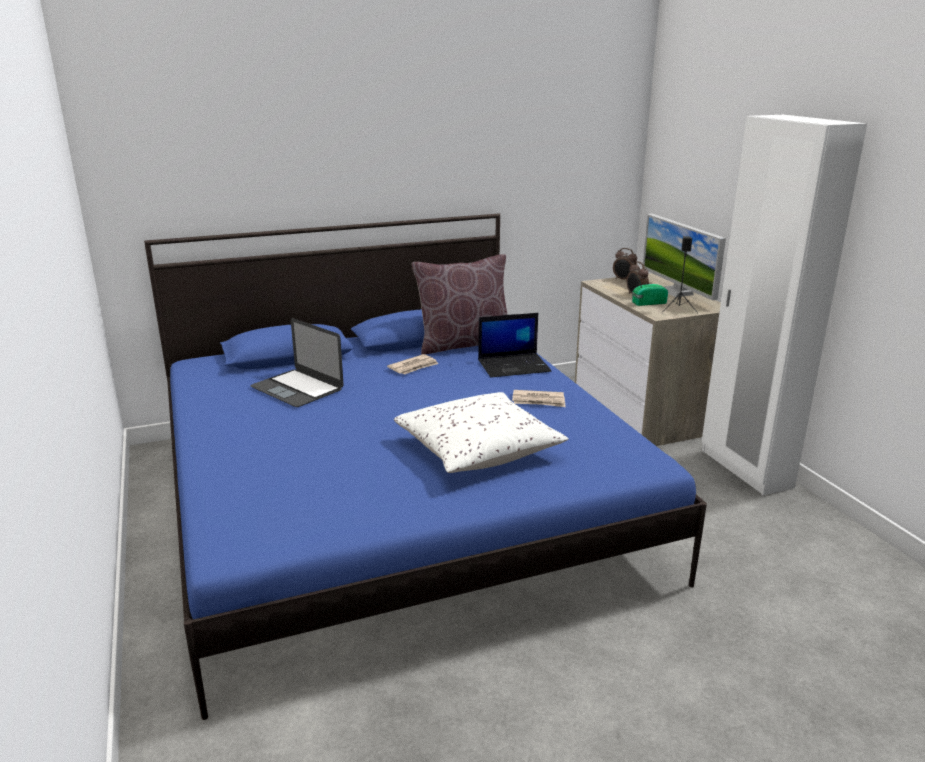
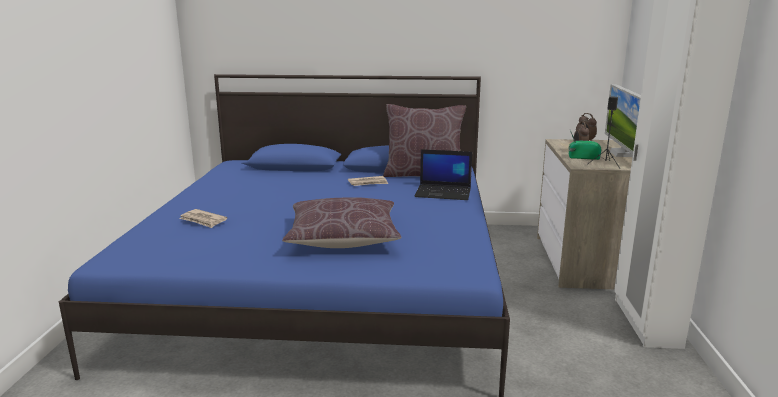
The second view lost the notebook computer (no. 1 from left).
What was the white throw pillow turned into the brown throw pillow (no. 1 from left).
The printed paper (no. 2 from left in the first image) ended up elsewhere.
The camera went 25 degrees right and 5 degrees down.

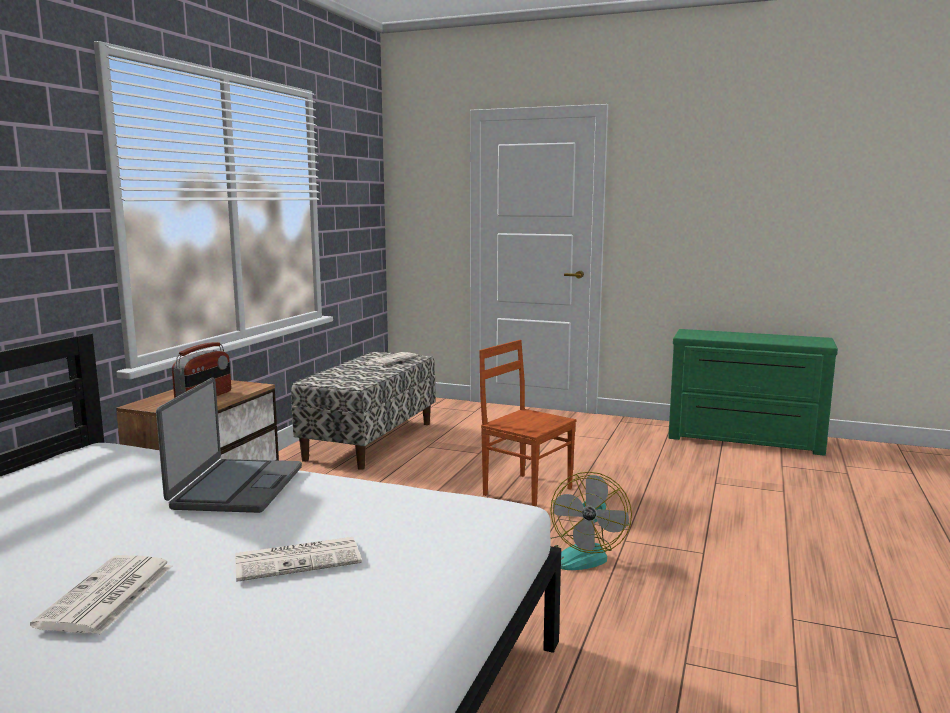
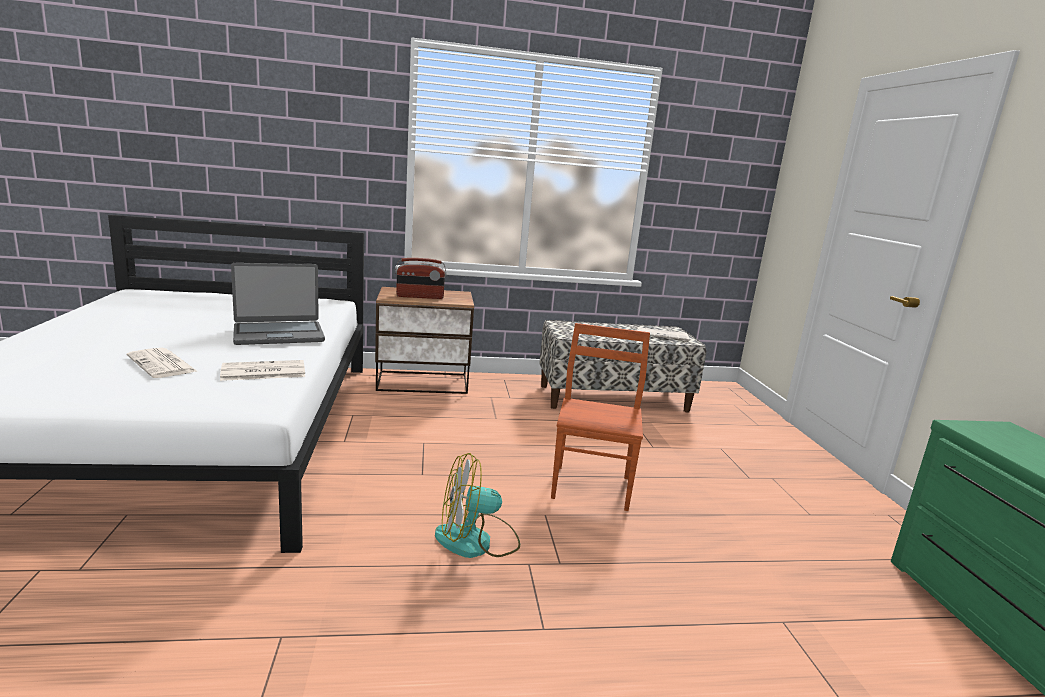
The printed paper (no. 1 from left in the first image) ended up elsewhere.
The camera went 60 degrees right and 5 degrees up.

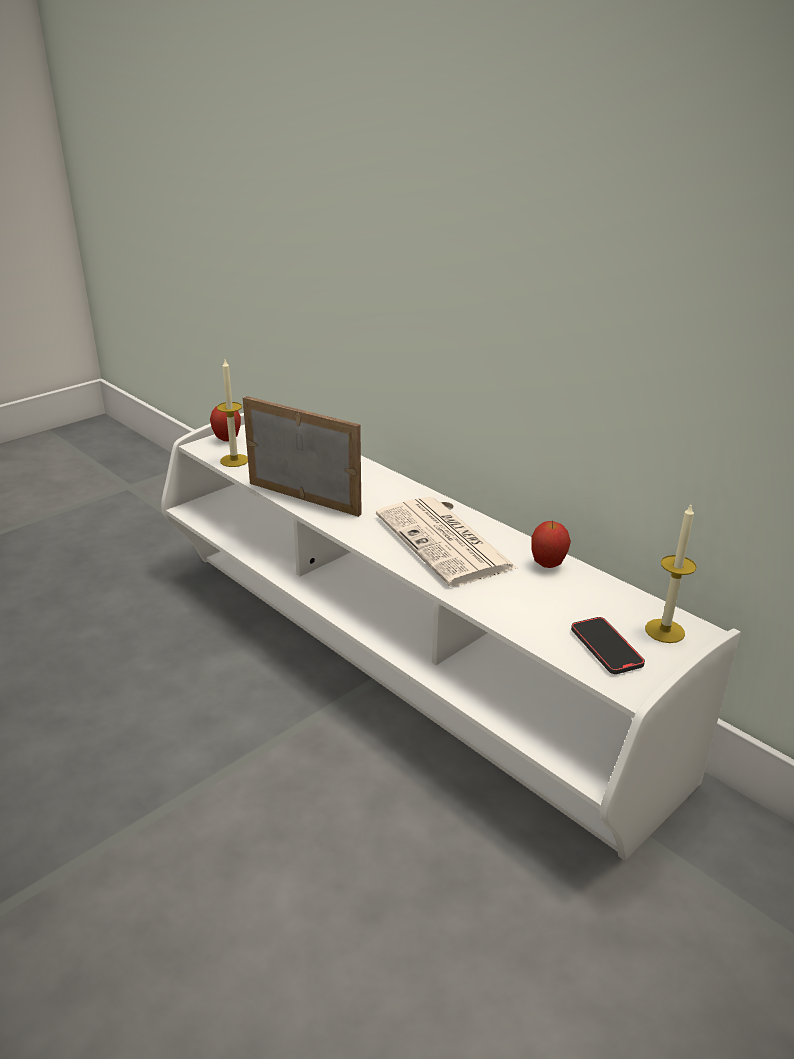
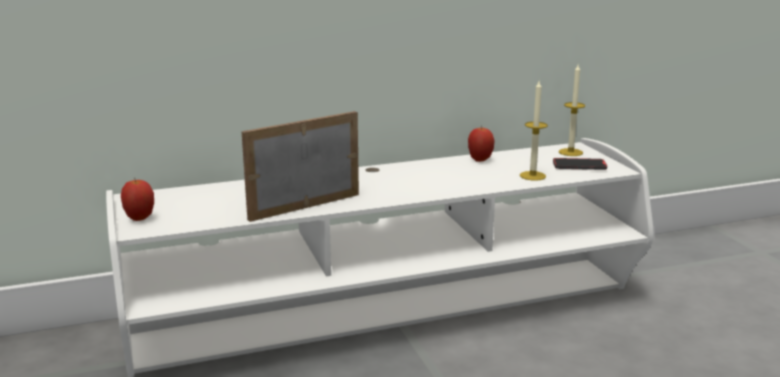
The wax light (no. 1 from left) ended up elsewhere.
The second view lost the printed paper.
The camera went 65 degrees left and 10 degrees down.

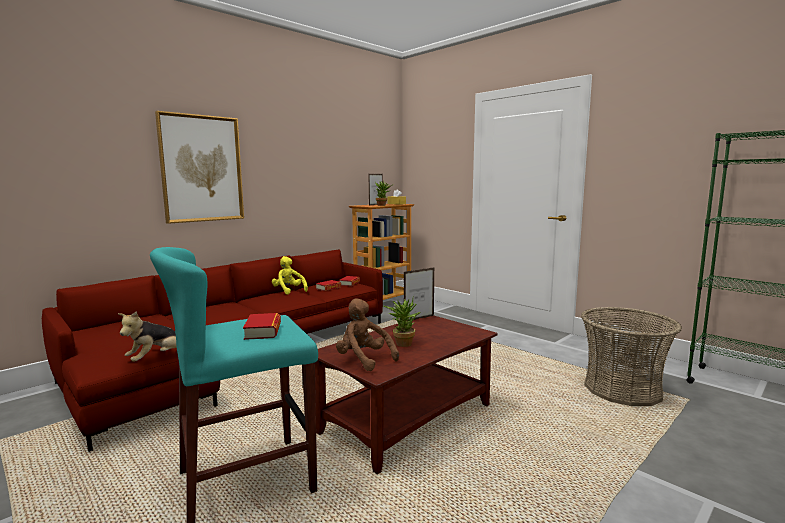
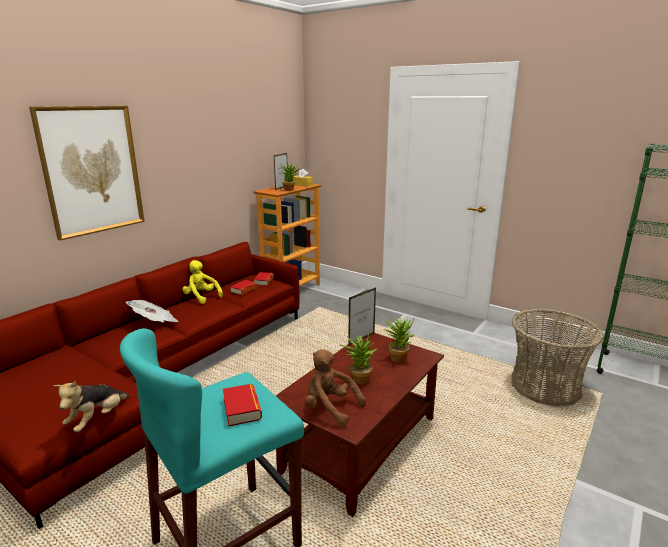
The second view gained the printed paper.
The second view gained the houseplant (no. 3 from left).
The camera went 10 degrees left and 10 degrees up.

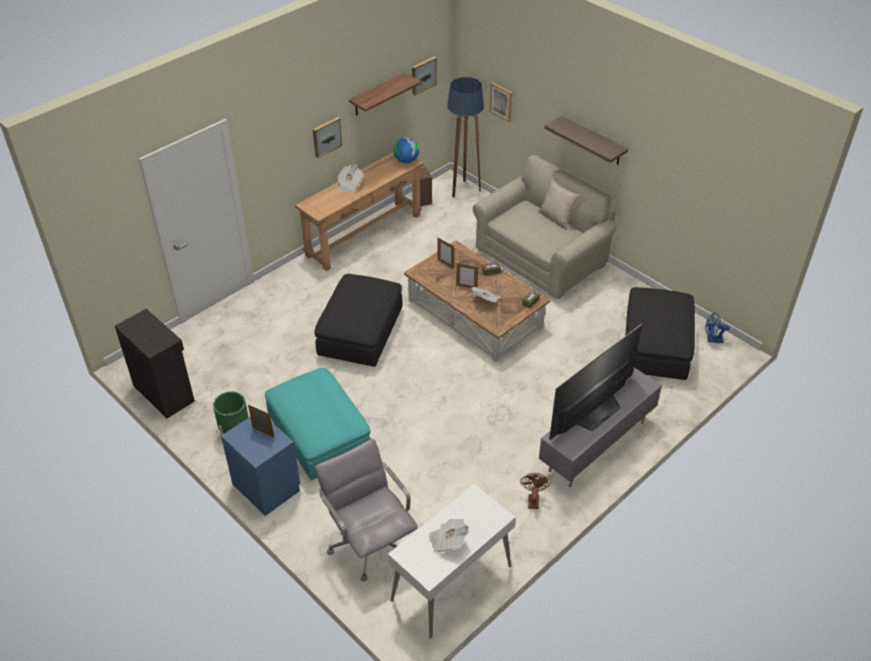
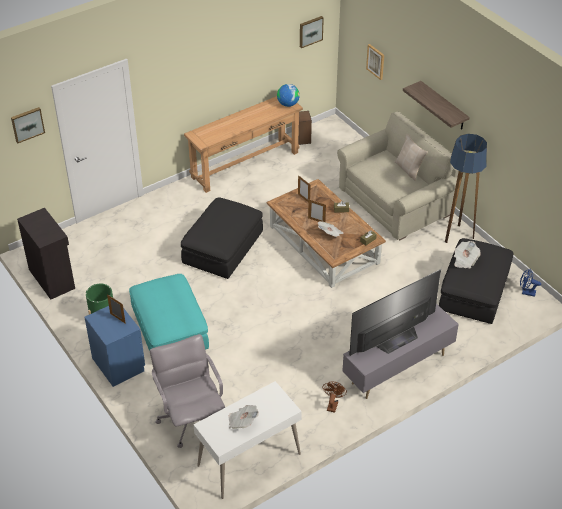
The wall art (no. 1 from left) ended up elsewhere.
The printed paper (no. 1 from left in the first image) ended up elsewhere.
The second view lost the shelf (no. 1 from left).
The standard lamp ended up elsewhere.
The camera went 10 degrees right and 0 degrees up.

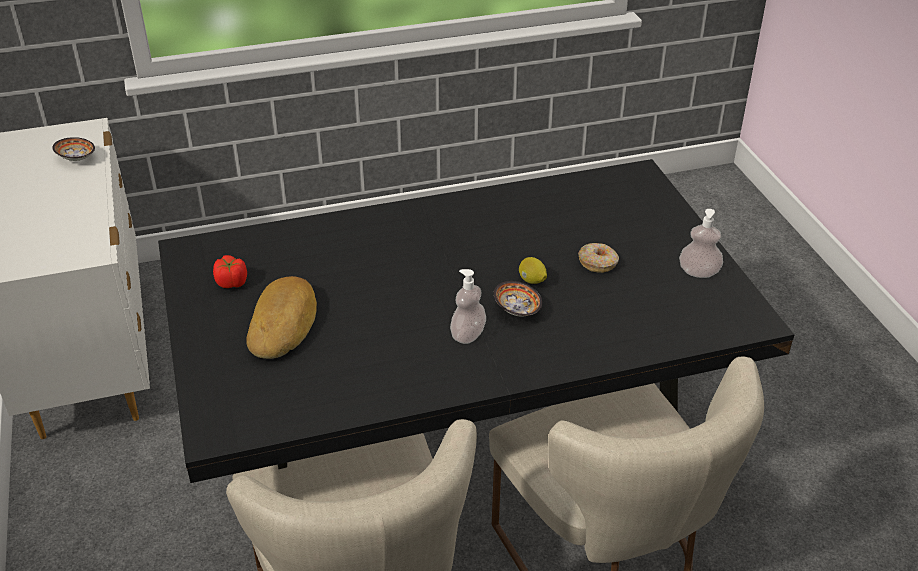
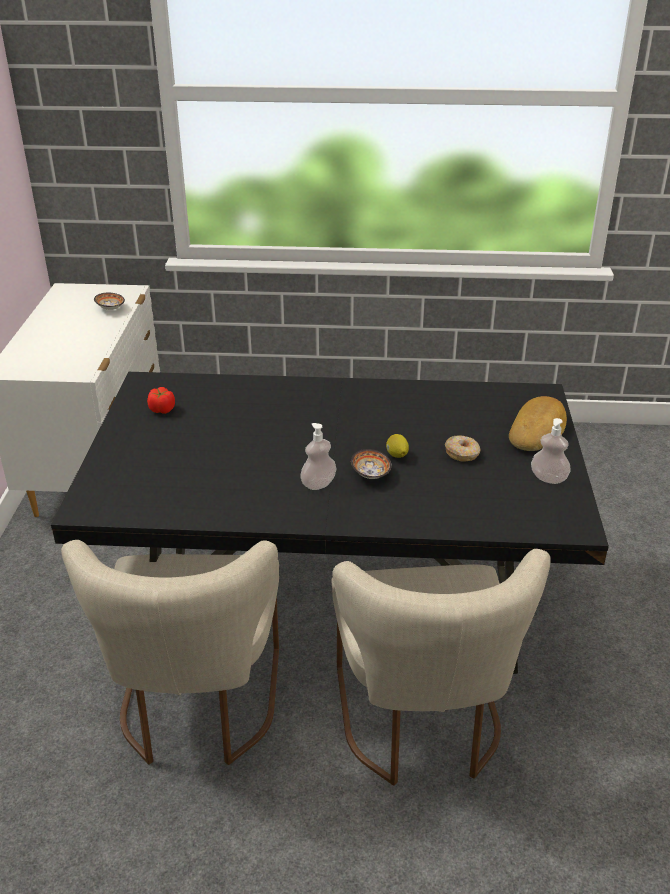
The bakery bread ended up elsewhere.
The camera went 20 degrees right and 5 degrees down.

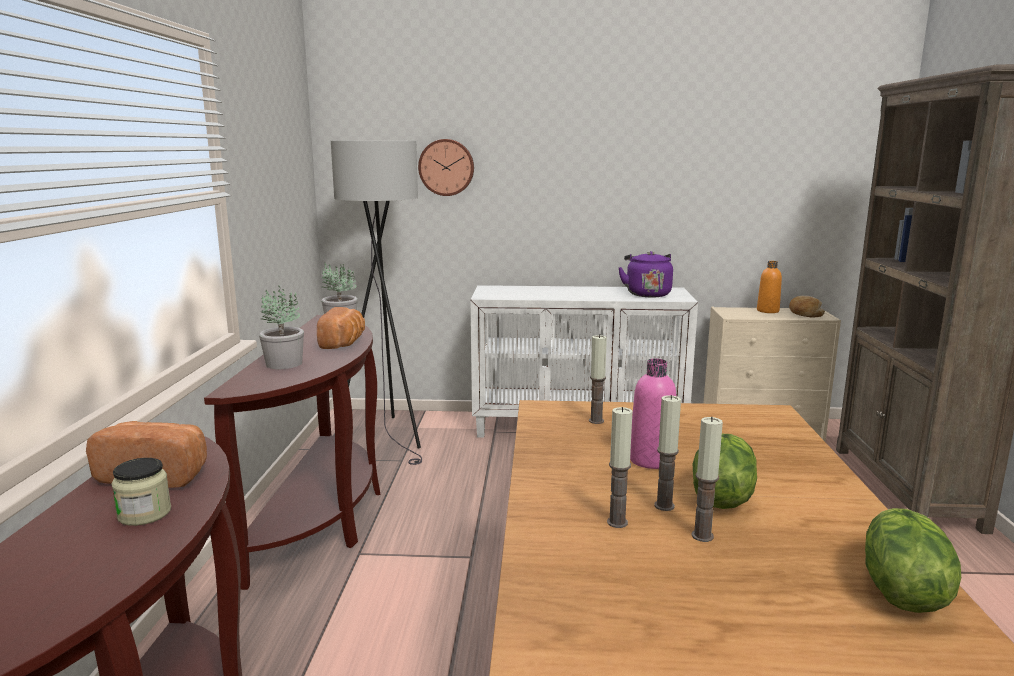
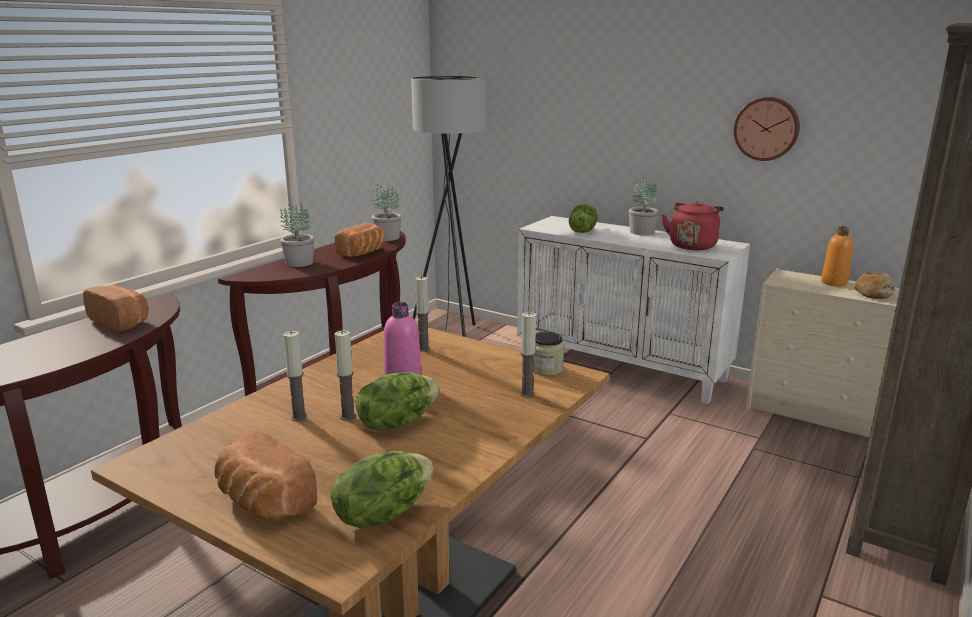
The jar ended up elsewhere.
The wall clock ended up elsewhere.
What was the purplish water kettle turned into the reddish water kettle.
The wax light (no. 4 from left) ended up elsewhere.
The second view gained the bakery bread (no. 2 from left).
The second view gained the lettuce (no. 3 from left).
The second view gained the houseplant (no. 3 from left).
The camera went 30 degrees right and 5 degrees up.

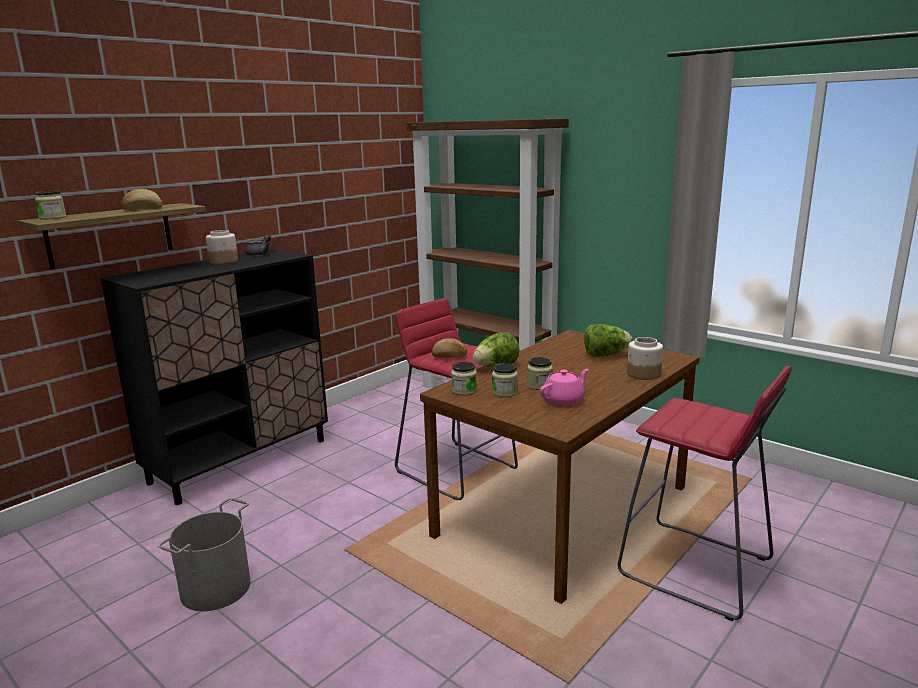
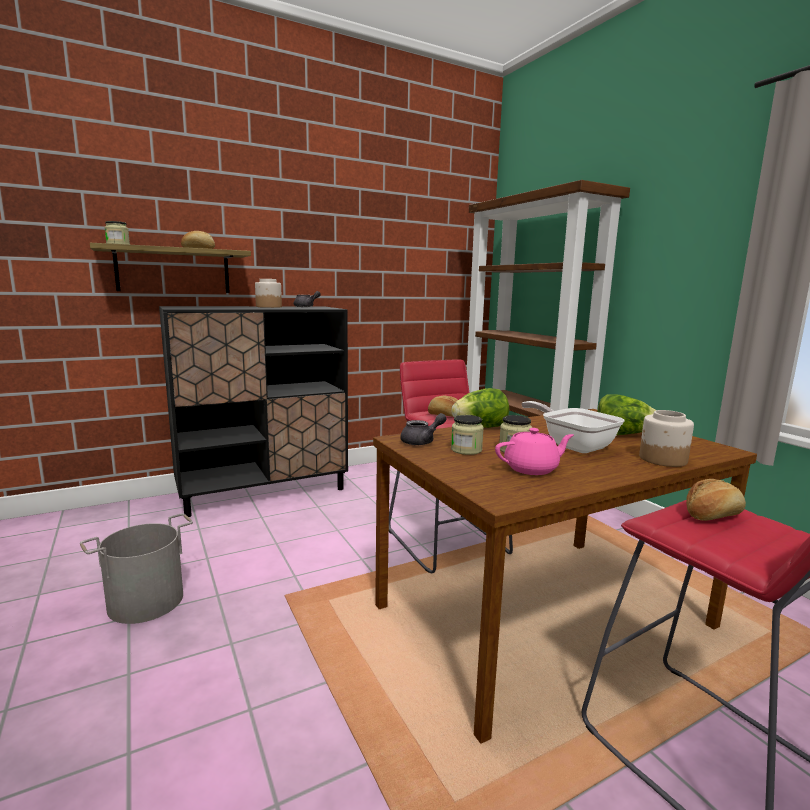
Where the jar (no. 3 from left) stood, the greyish pot for tea (no. 2 from left) came to stand.
The second view gained the frying pan.
The second view gained the bakery bread (no. 3 from left).
The camera went 20 degrees right and 5 degrees down.

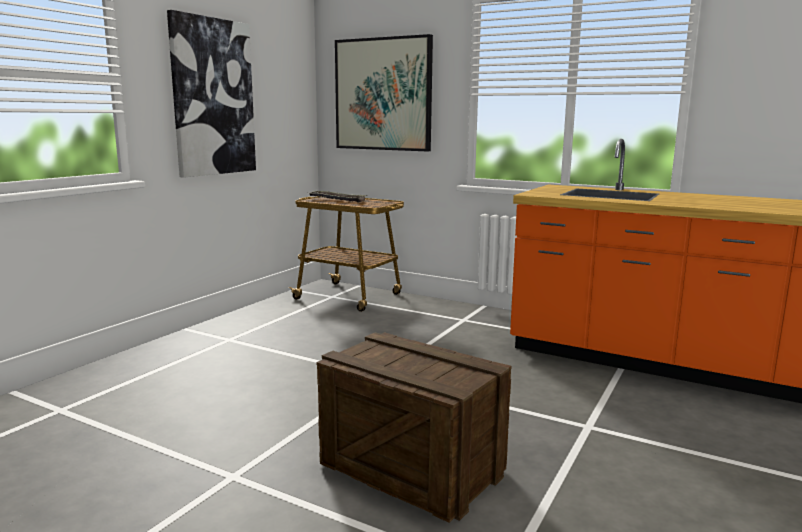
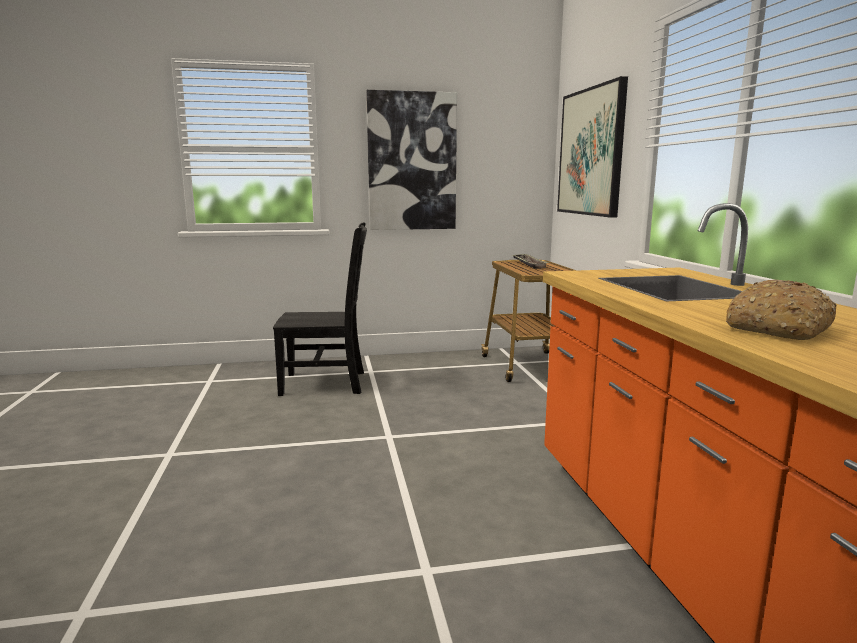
The second view lost the packing crate.
The second view gained the black-coloured chair.
The second view gained the bakery bread.
The camera went 50 degrees right and 0 degrees up.

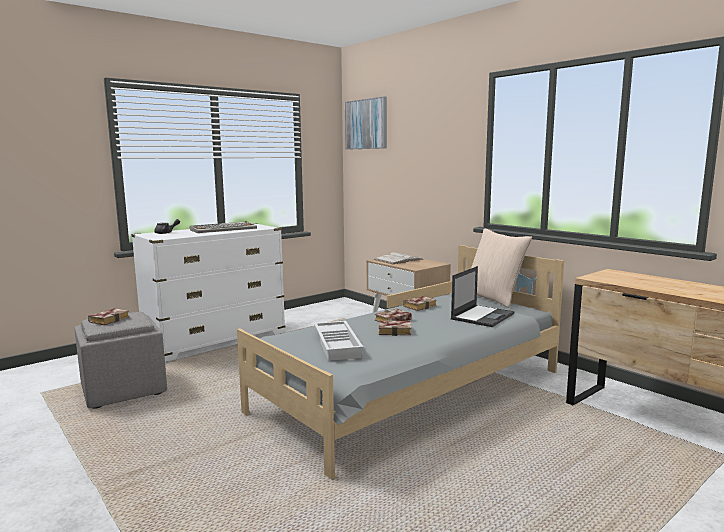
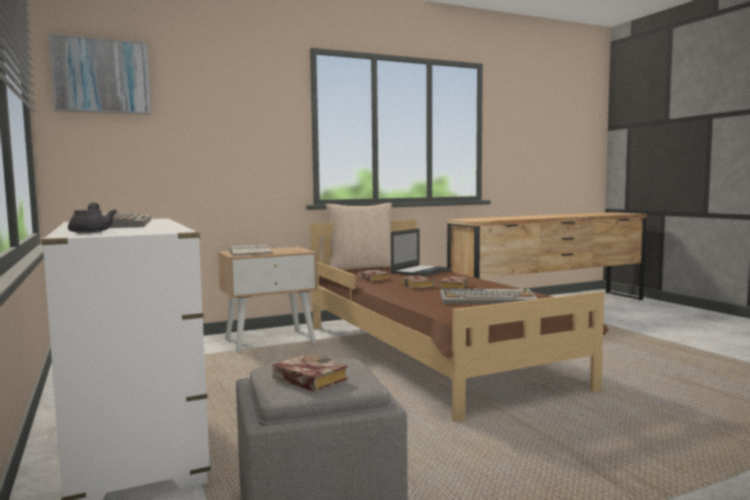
What was the greyish sleeping bed turned into the brown sleeping bed.
Where the white tray stood, the PC keyboard (no. 2 from left) came to stand.
The notebook computer ended up facing another way, 75 degrees clockwise from before.
The camera went 75 degrees left and 5 degrees down.

